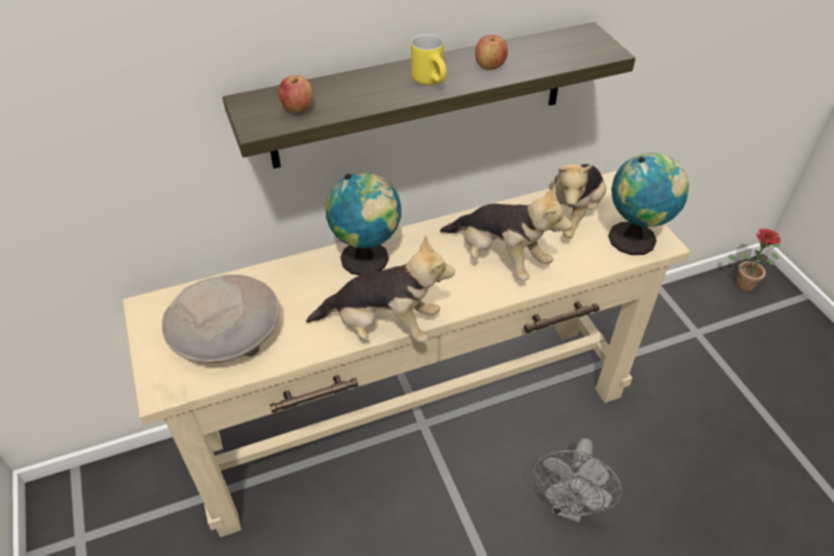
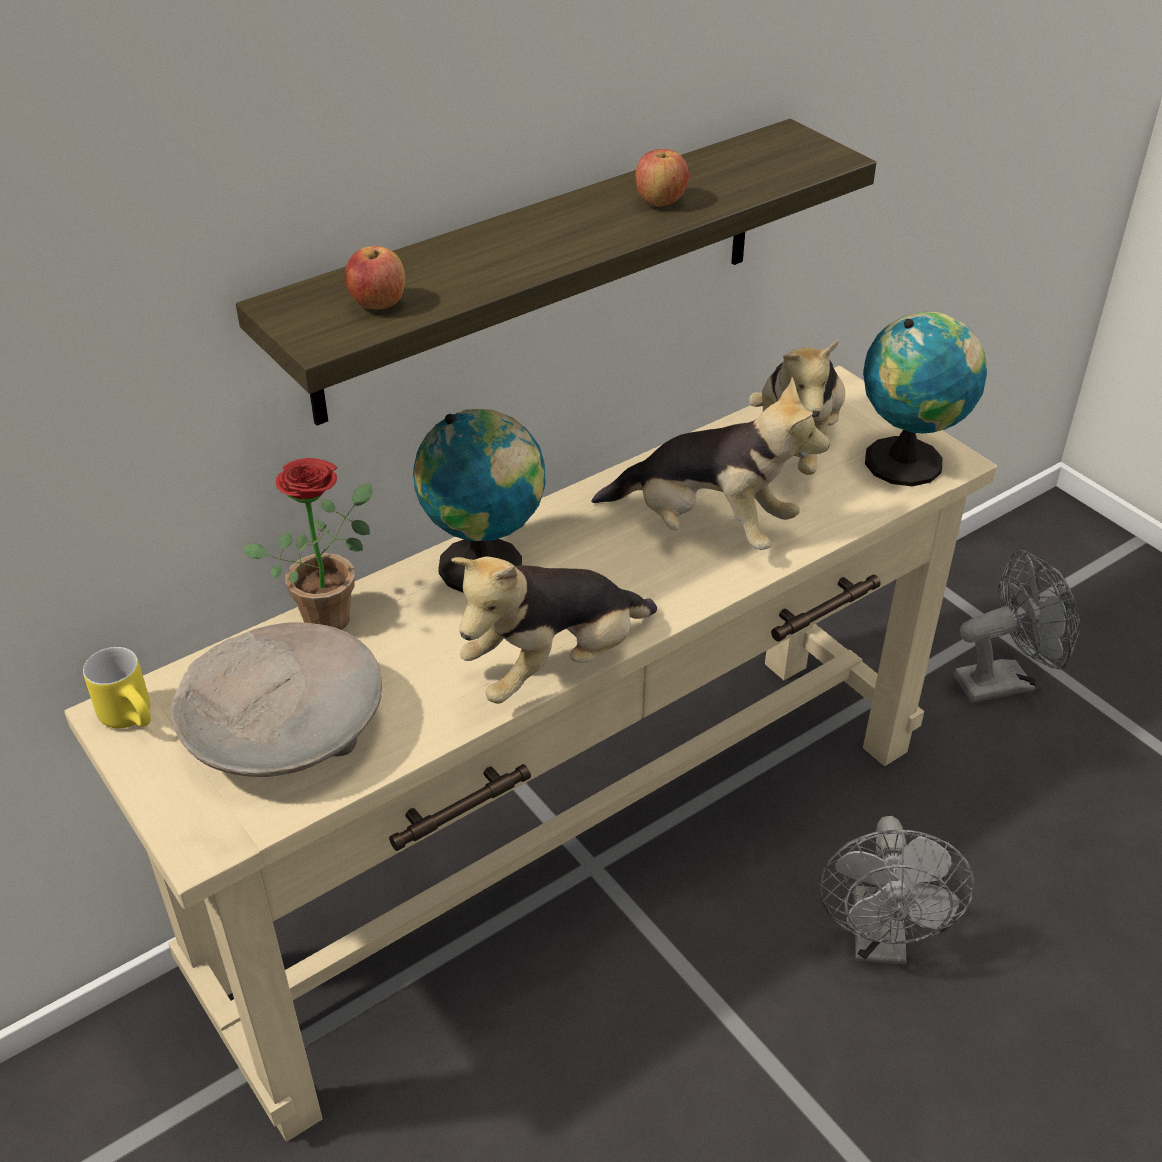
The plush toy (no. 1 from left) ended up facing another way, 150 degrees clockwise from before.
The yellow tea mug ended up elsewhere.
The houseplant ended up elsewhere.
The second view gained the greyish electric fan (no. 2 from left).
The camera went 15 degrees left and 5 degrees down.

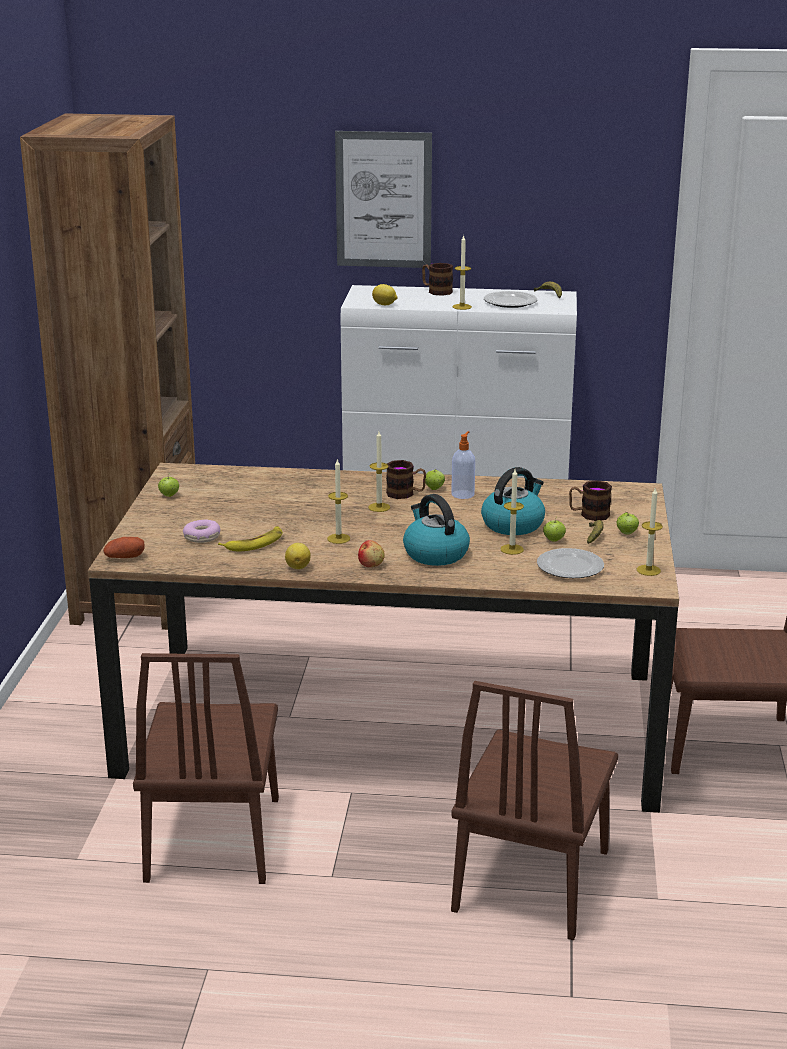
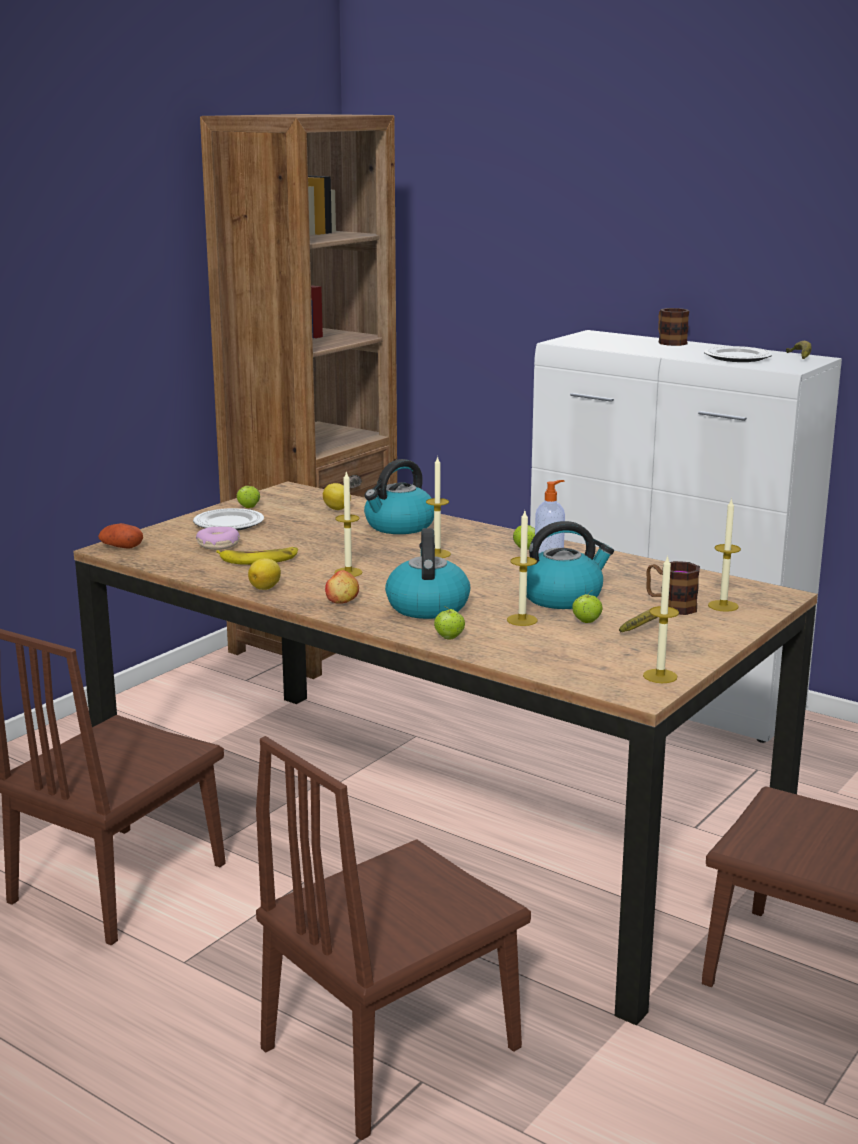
The second view lost the wall art.
The whole lemon (no. 2 from left) ended up elsewhere.
The second view lost the tea mug (no. 1 from left).
The wax light (no. 3 from left in the first image) ended up elsewhere.
The plate (no. 2 from left in the first image) ended up elsewhere.
The apple (no. 5 from left in the first image) ended up elsewhere.
The second view gained the water kettle (no. 1 from left).
The camera went 30 degrees right and 5 degrees down.

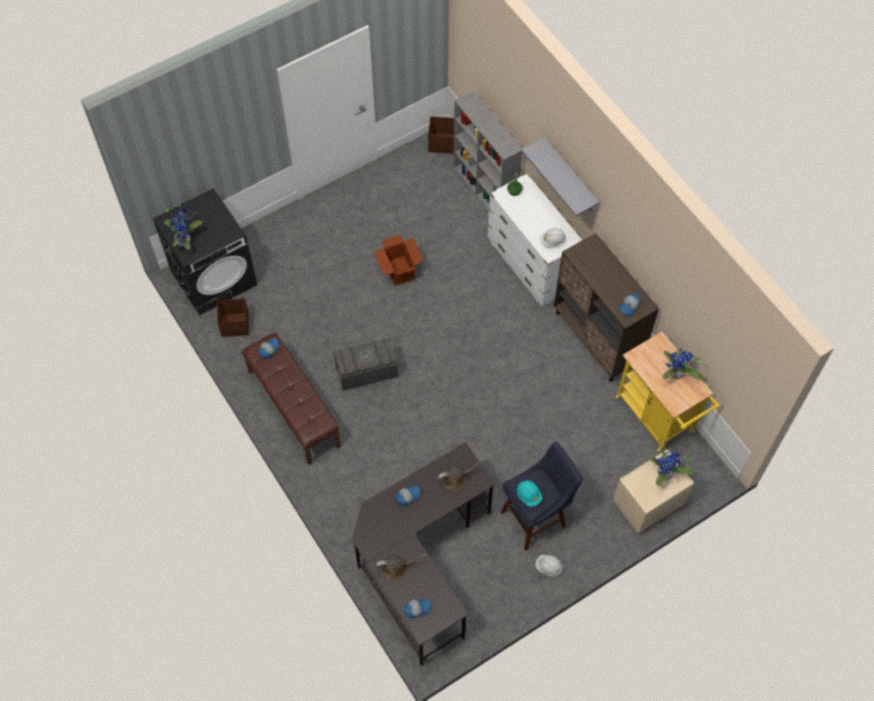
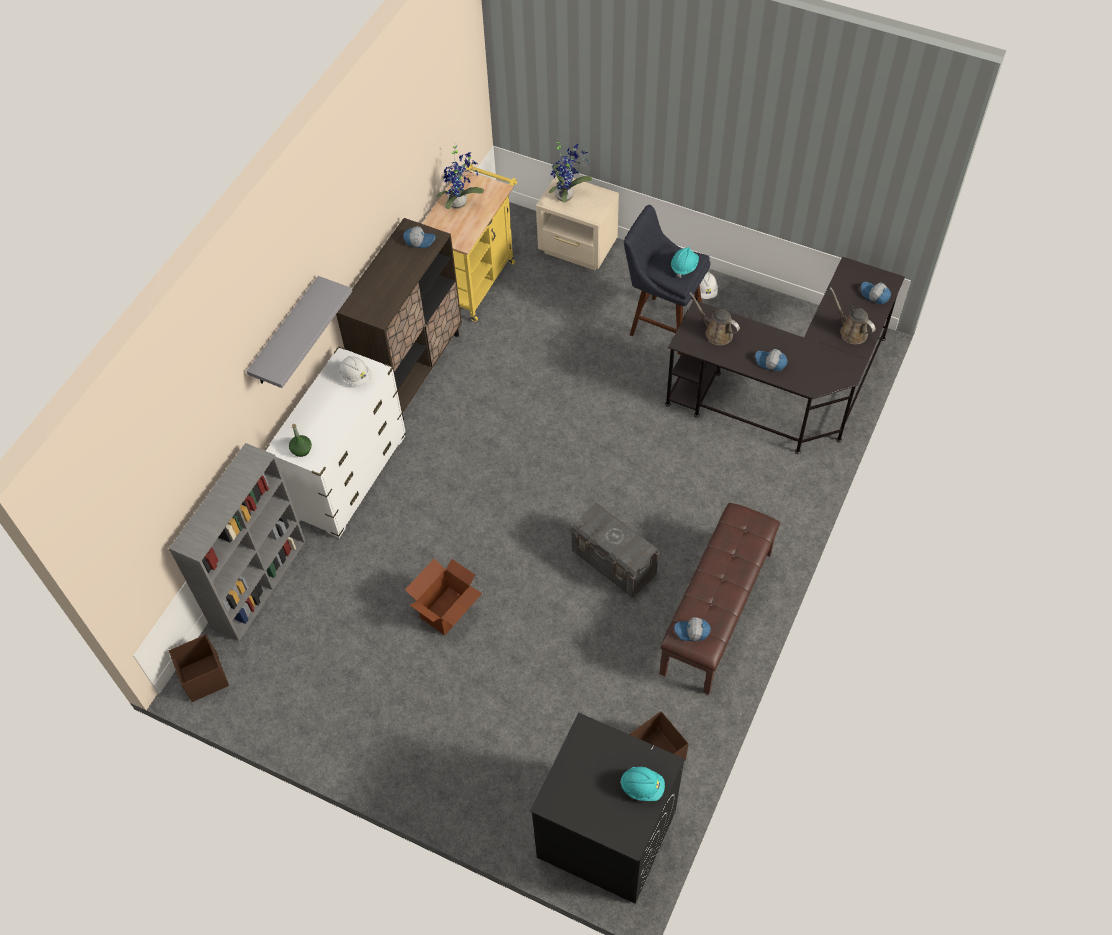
Where the houseplant (no. 1 from left) stood, the turquoise work helmet (no. 1 from left) came to stand.
The camera went 120 degrees left and 5 degrees down.

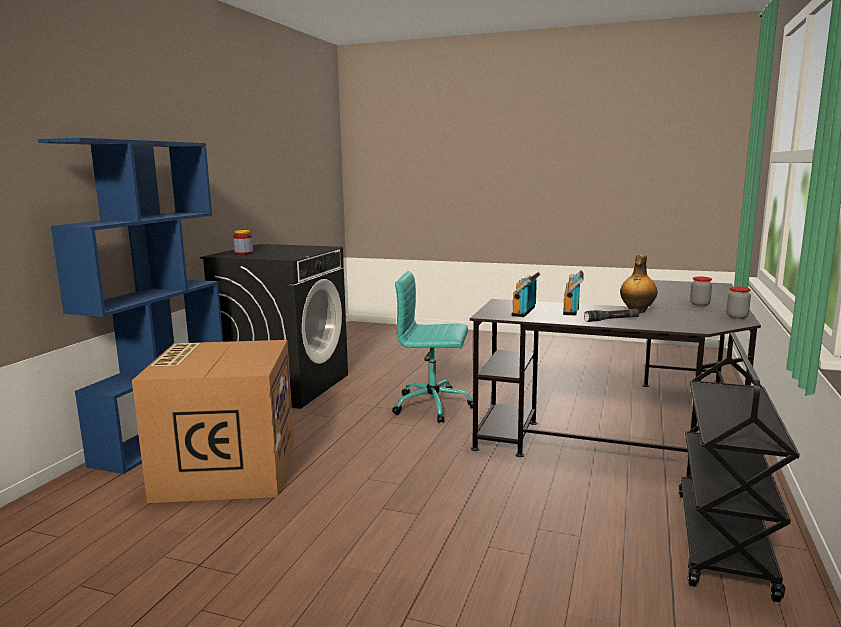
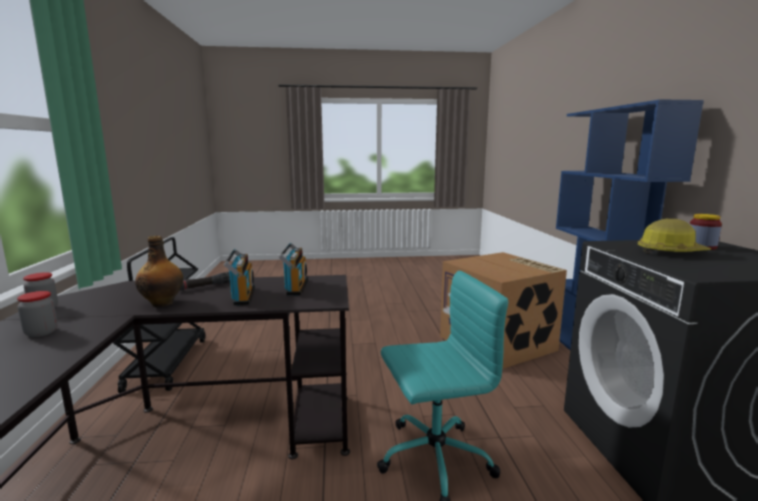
The second view gained the work helmet.
The camera went 155 degrees right and 0 degrees up.

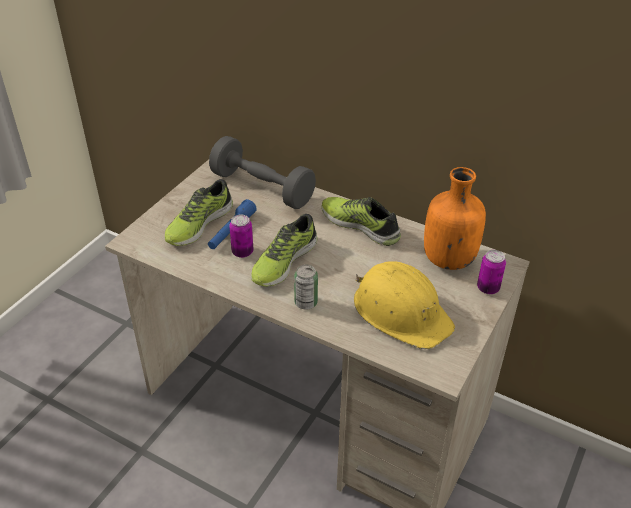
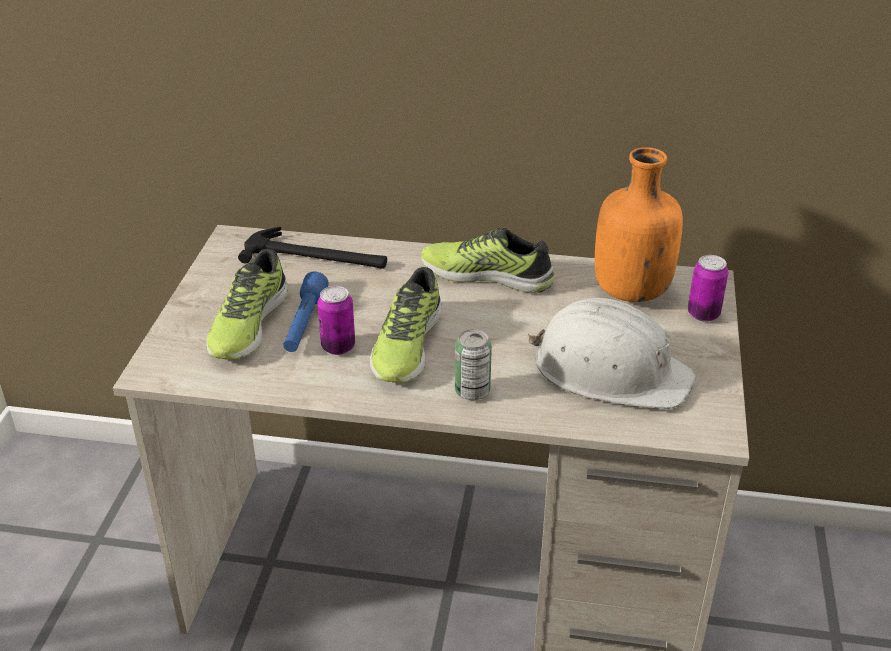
Where the greyish hand weight stood, the hammer came to stand.
What was the yellow work helmet turned into the white work helmet.
The camera went 20 degrees left and 5 degrees down.

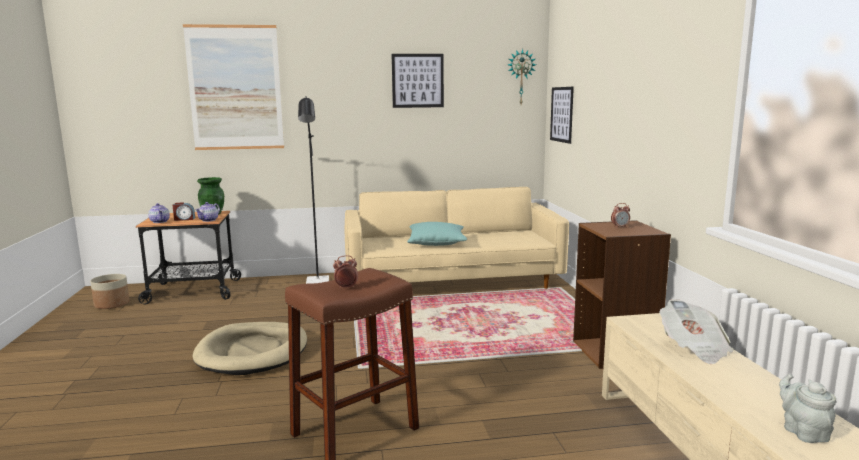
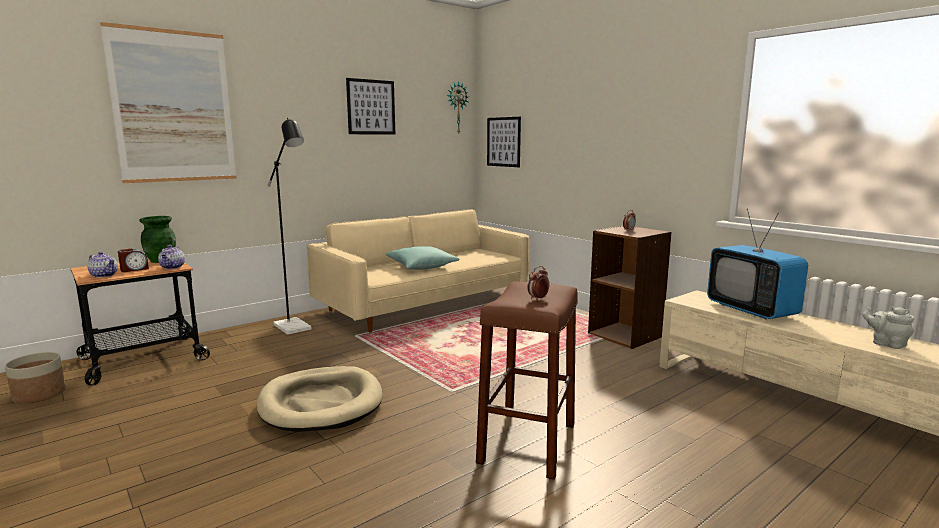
Where the printed paper stood, the TV set came to stand.
The camera went 30 degrees left and 0 degrees up.

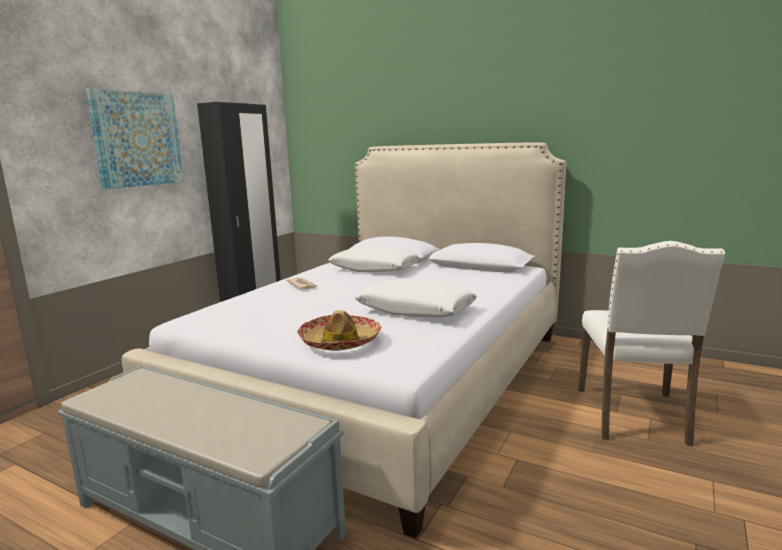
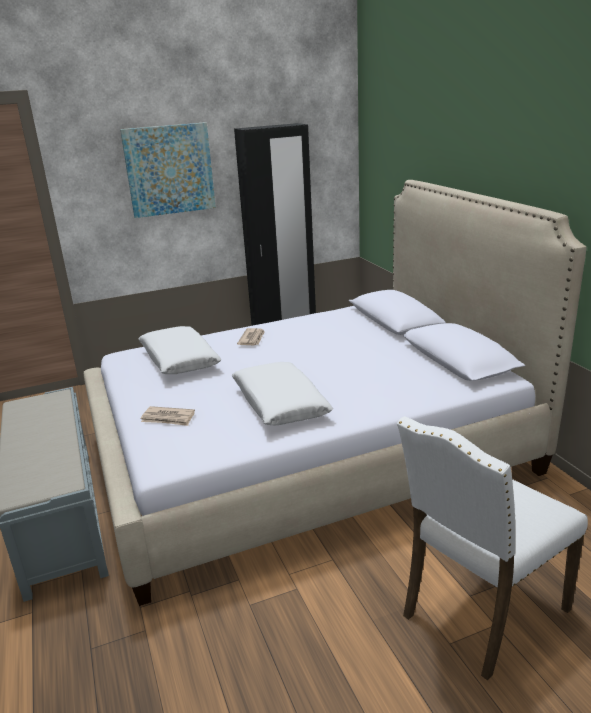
Where the wearable hat stood, the printed paper (no. 1 from left) came to stand.
The white throw pillow (no. 1 from left) ended up elsewhere.
The camera went 40 degrees right and 10 degrees up.

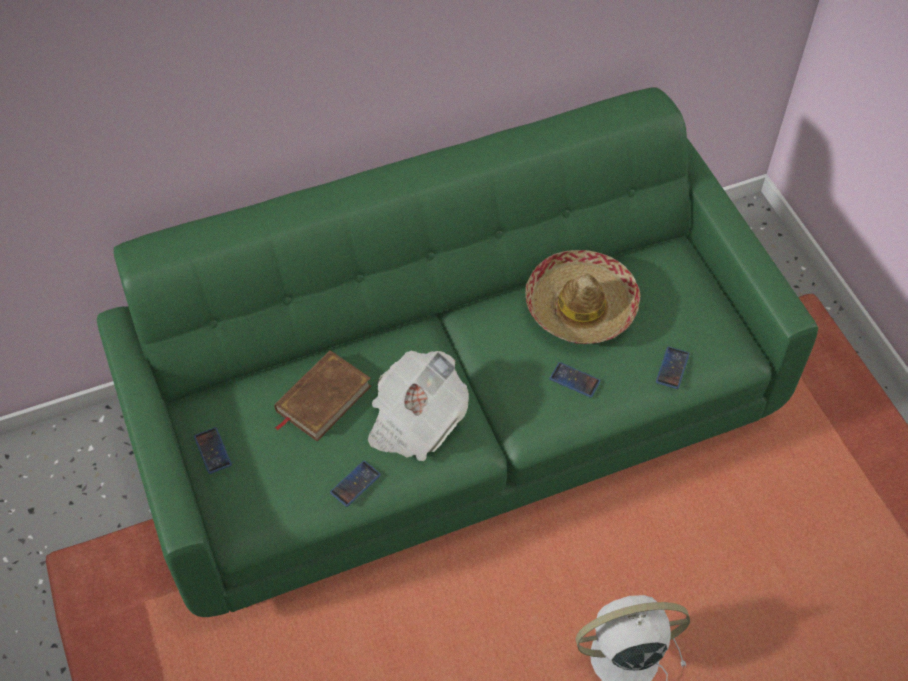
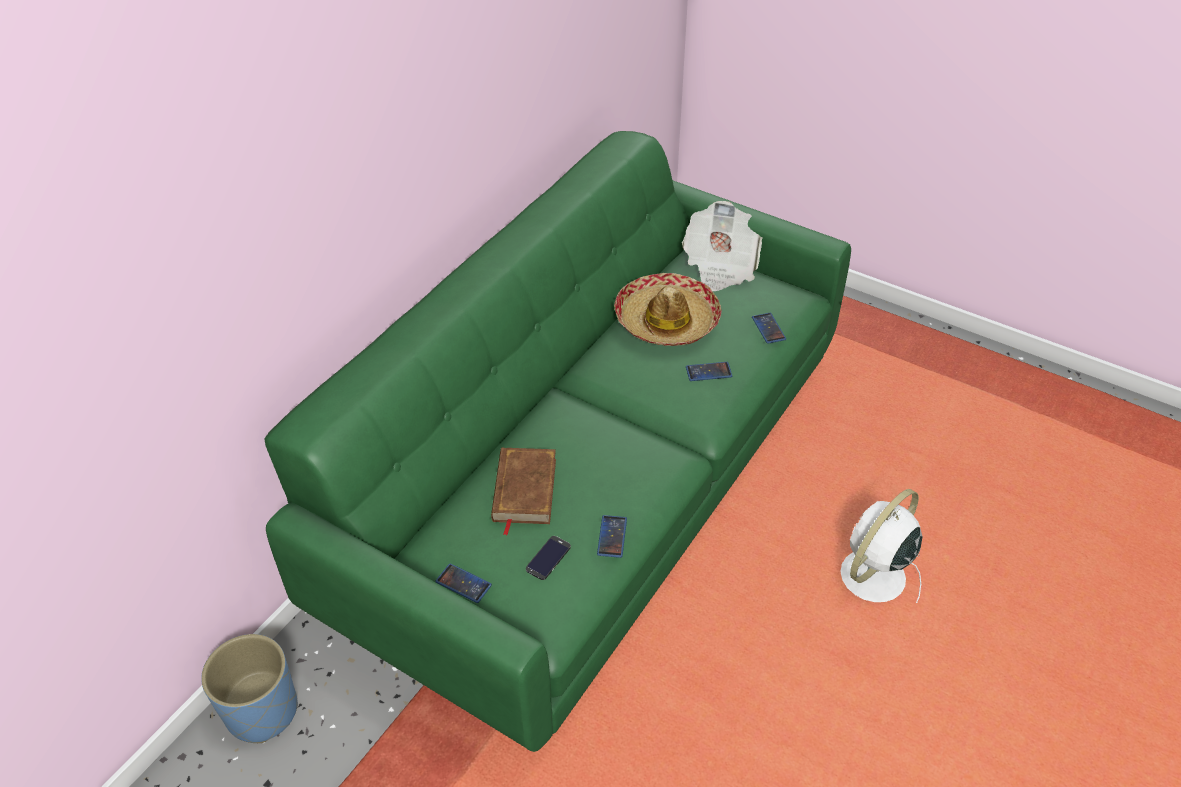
The printed paper ended up elsewhere.
The second view gained the bluish planter.
The second view gained the handset (no. 2 from left).
The camera went 35 degrees left and 10 degrees down.

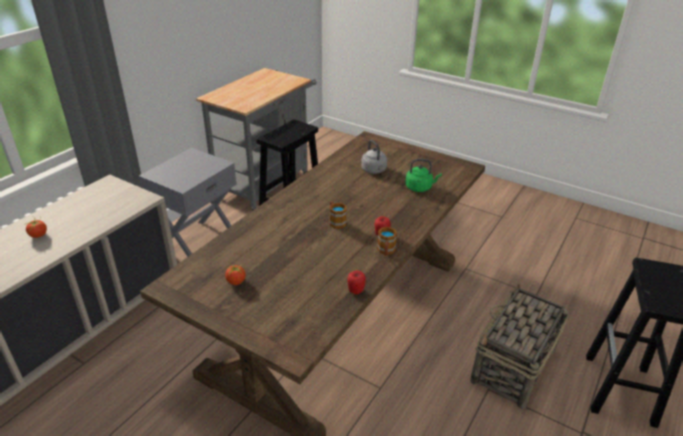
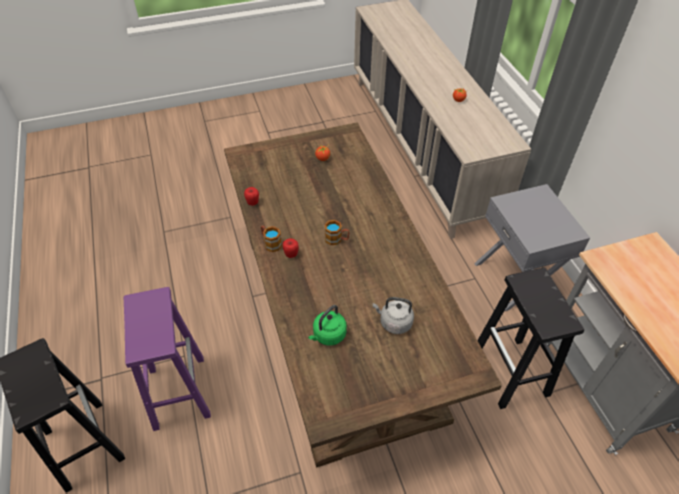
Where the household basket stood, the purplish stool came to stand.
The camera went 130 degrees right and 15 degrees up.

